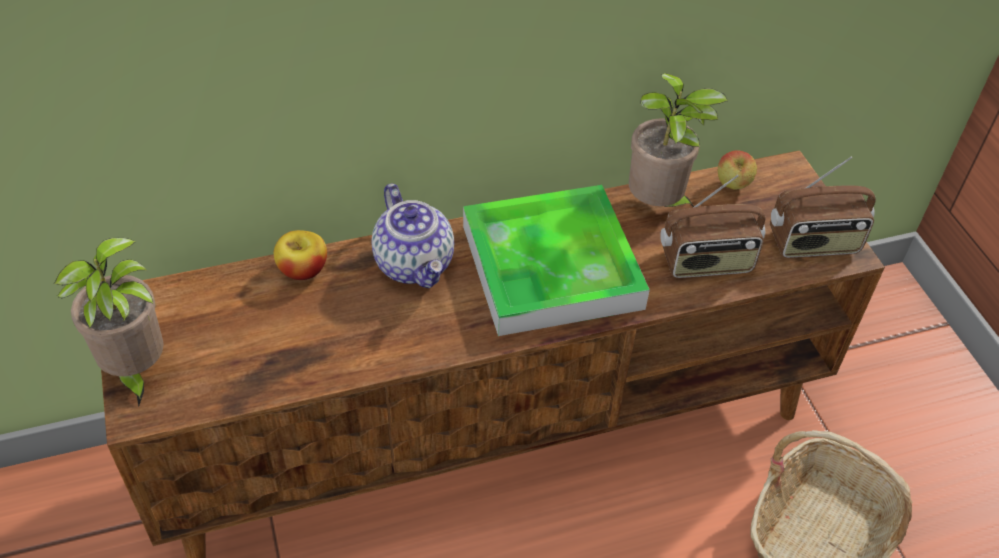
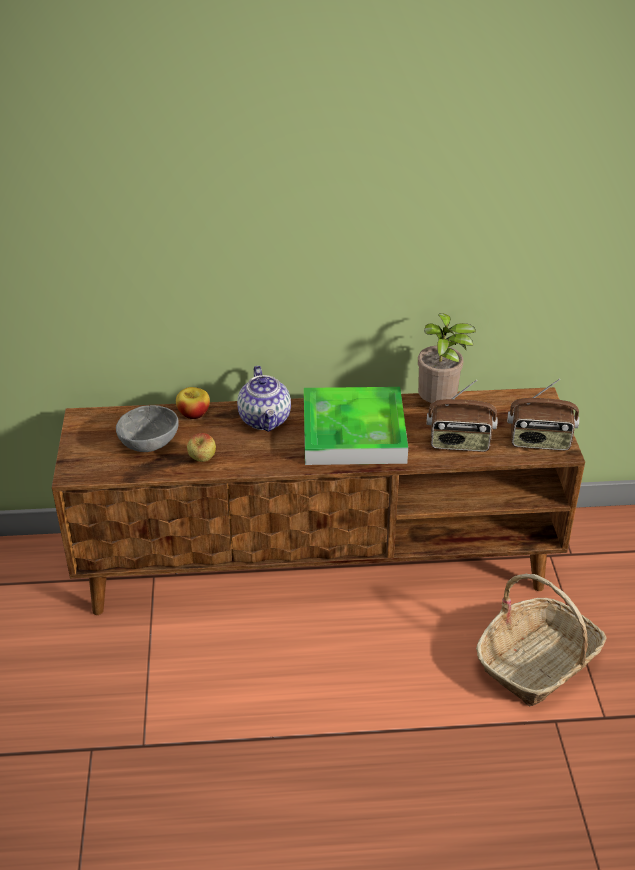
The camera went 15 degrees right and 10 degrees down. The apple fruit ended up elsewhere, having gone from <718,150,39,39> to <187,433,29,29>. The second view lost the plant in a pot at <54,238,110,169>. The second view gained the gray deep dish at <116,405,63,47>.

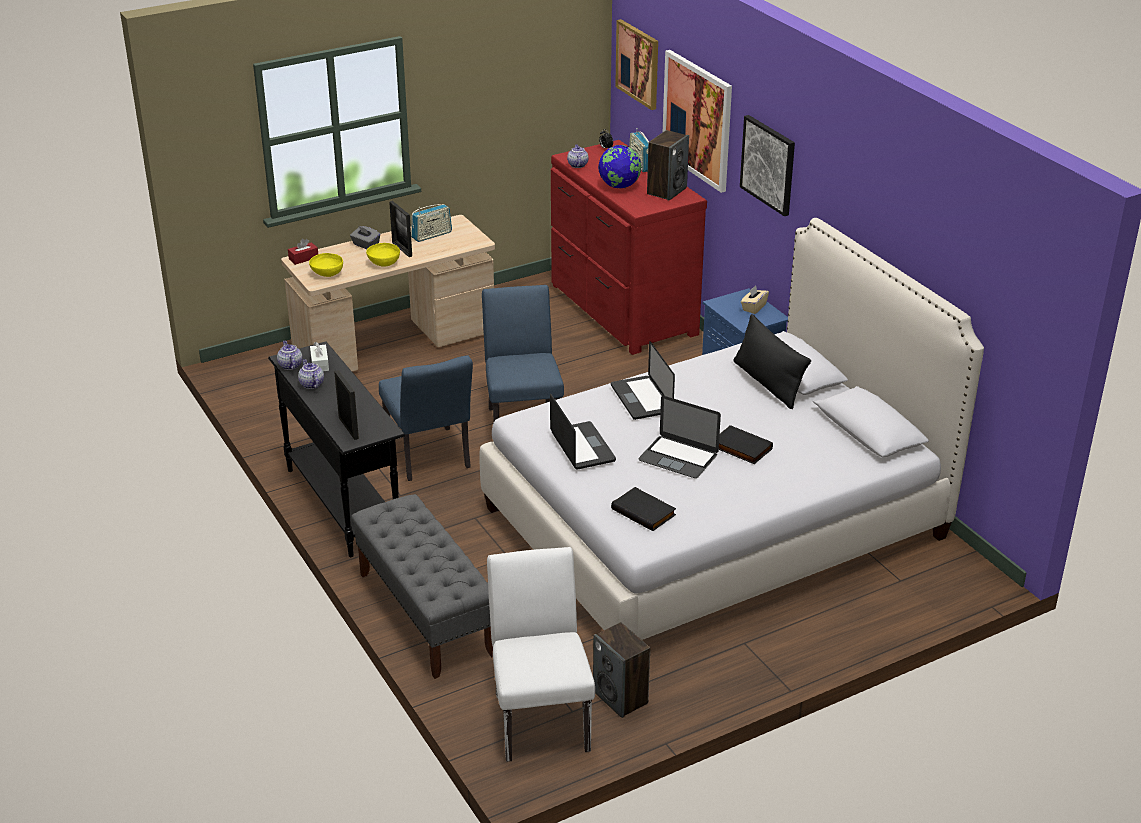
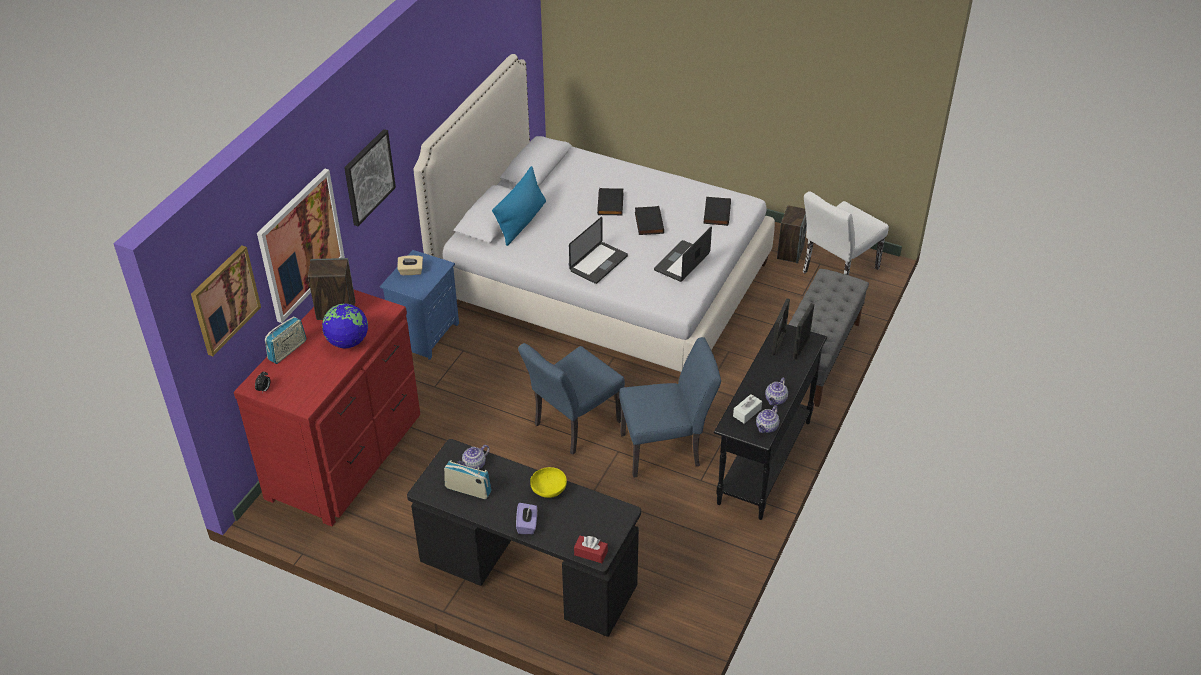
The camera went 125 degrees left and 10 degrees up. The teapot ended up elsewhere, having gone from <567,144,22,24> to <457,445,33,24>. The photo frame ended up elsewhere, having gone from <389,201,23,56> to <772,298,18,58>. What was the sand-coloured desk table at <281,215,214,156> turned into the black-coloured desk table at <407,439,234,198>. What was the gray tissue box at <350,226,30,23> turned into the purplish tissue box at <516,503,21,31>. The second view lost the yellowish deep dish at <309,253,34,24>. What was the black-coloured throw pillow at <733,314,78,95> turned into the blue throw pillow at <492,166,54,80>. The blue upright chair at <379,355,94,126> ended up facing another way, 45 degrees clockwise from before. Where the portable computer stood at <639,396,82,82>, the black-coloured bound book came to stand at <635,206,29,29>.

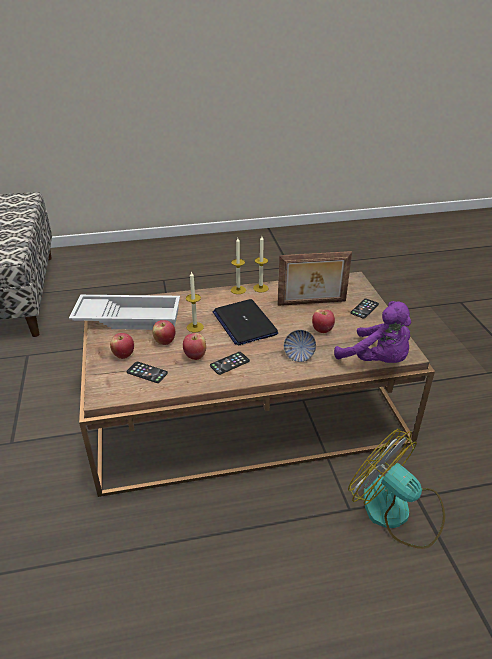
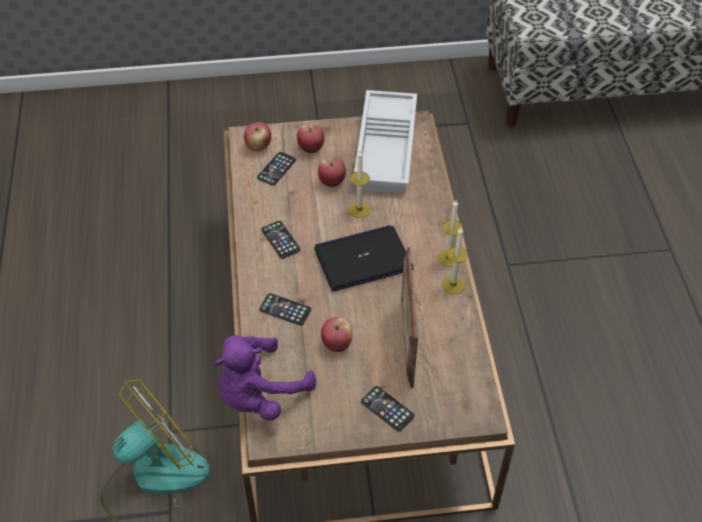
The camera went 95 degrees right and 15 degrees up. Where the deep dish stood at <284,330,32,32>, the telephone came to stand at <259,293,52,33>. The apple fruit ended up elsewhere, having gone from <183,333,23,27> to <244,122,27,30>.

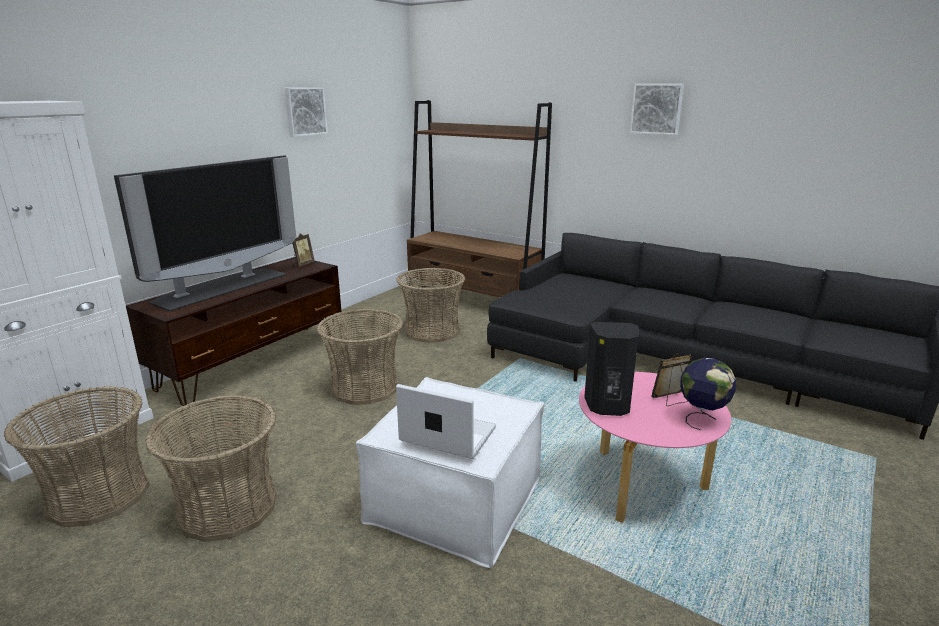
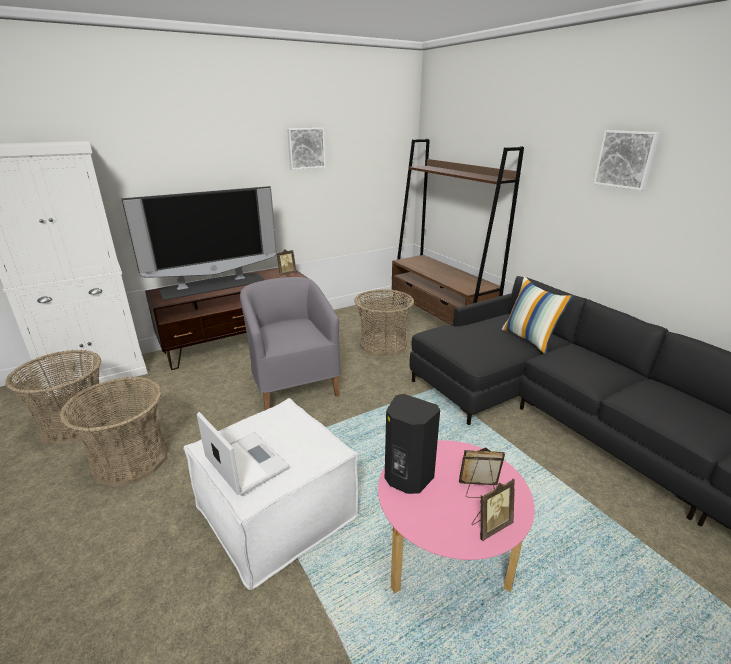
The camera went 25 degrees right and 5 degrees up. Where the basket stood at <317,309,86,96>, the gray lounge chair came to stand at <240,277,101,133>. Where the world globe stood at <680,358,56,72>, the photo frame came to stand at <472,478,43,63>. The second view gained the throw pillow at <502,277,71,77>.

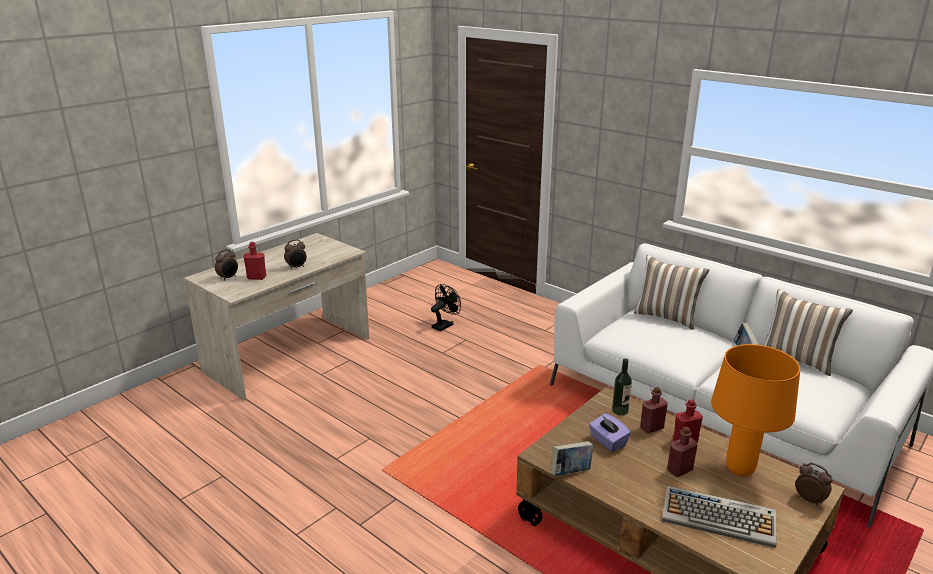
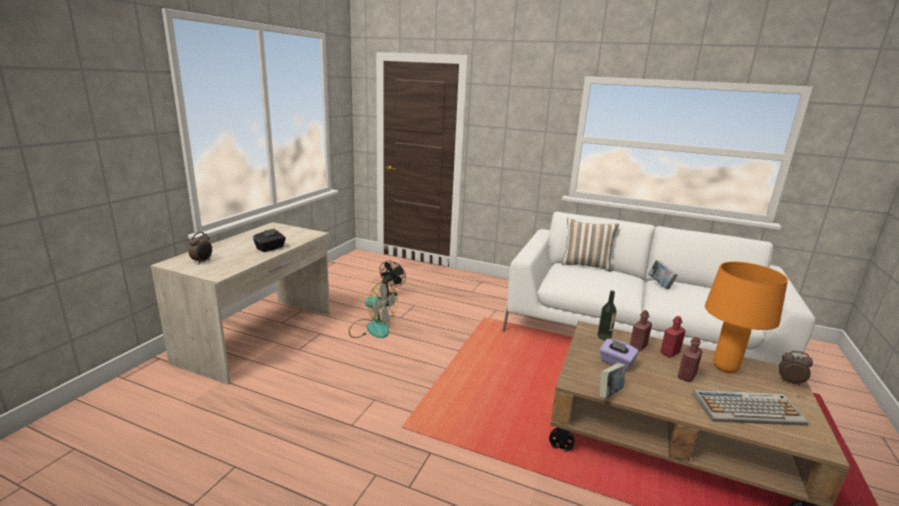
The camera went 20 degrees left and 5 degrees down. Where the bedside clock stood at <284,240,23,30>, the black-coloured tissue box came to stand at <253,228,33,24>. The second view lost the red beverage bottle at <243,242,23,38>. The second view lost the throw pillow at <763,289,90,87>. The second view gained the cooling fan at <349,281,49,57>.

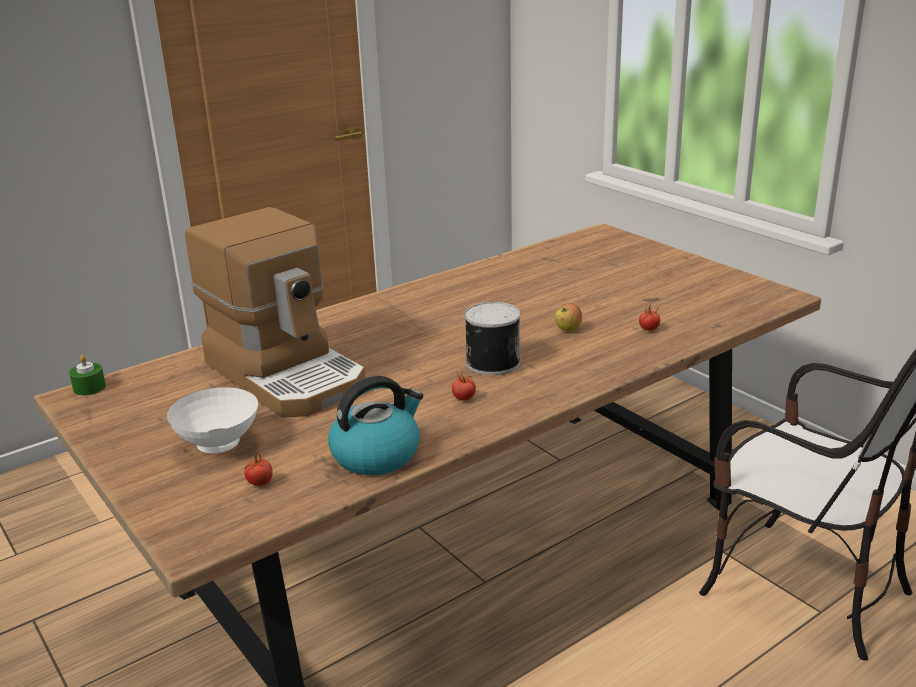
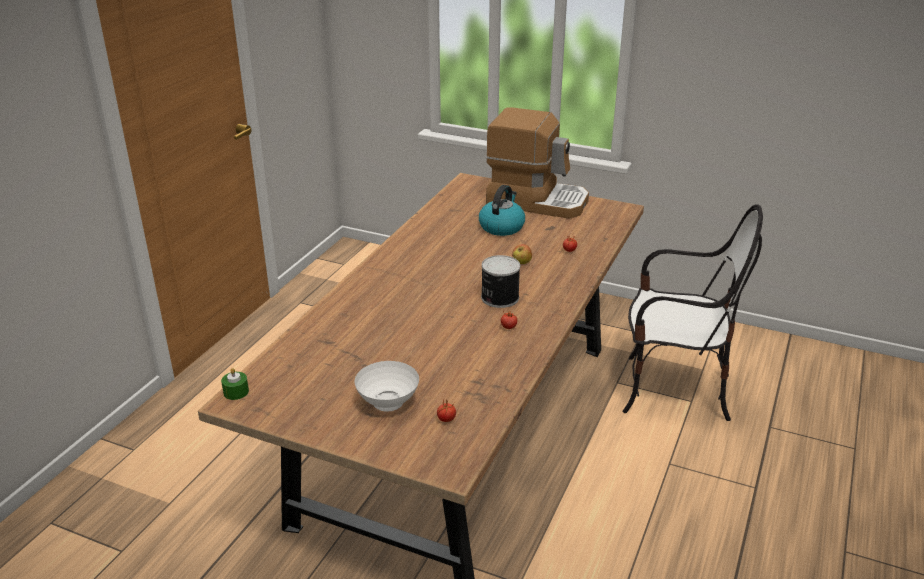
The camera went 30 degrees left and 5 degrees up. The coffee brewer ended up elsewhere, having gone from <185,207,180,211> to <486,107,103,112>. The water kettle ended up elsewhere, having gone from <328,376,95,99> to <479,185,46,51>.

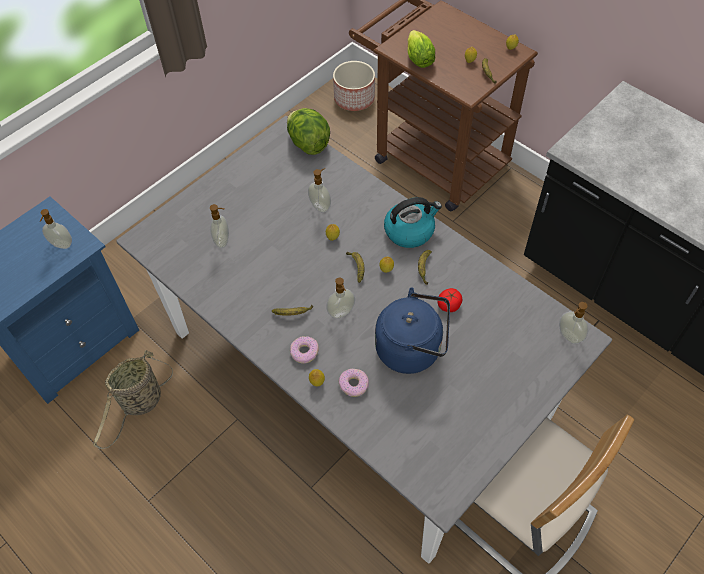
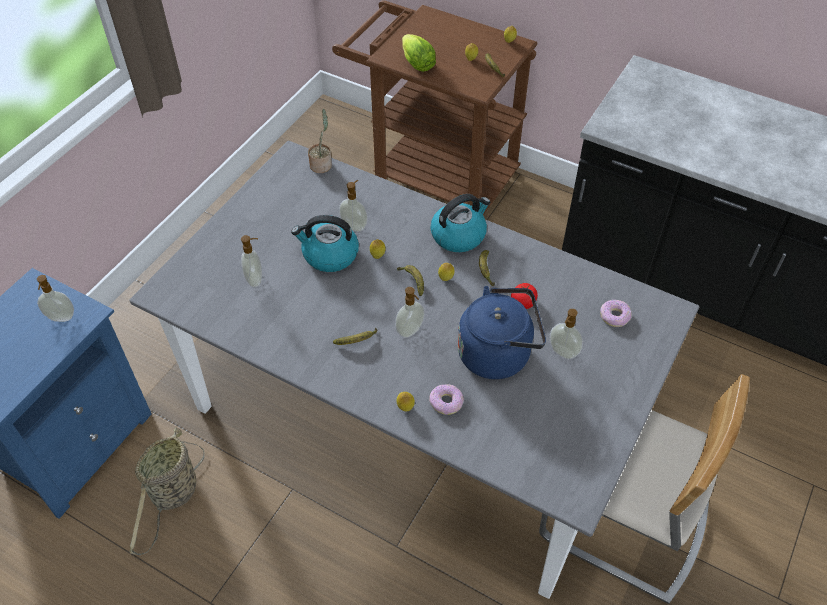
The camera went 15 degrees left and 5 degrees down. The second view lost the plant pot at <333,61,42,50>. Where the head of lettuce stood at <287,108,43,47>, the plant in a pot came to stand at <308,109,24,64>. The soap dispenser ended up elsewhere, having gone from <559,302,29,42> to <550,309,33,50>. The ring doughnut ended up elsewhere, having gone from <290,336,29,28> to <601,300,31,27>. The second view gained the water kettle at <291,215,68,57>.

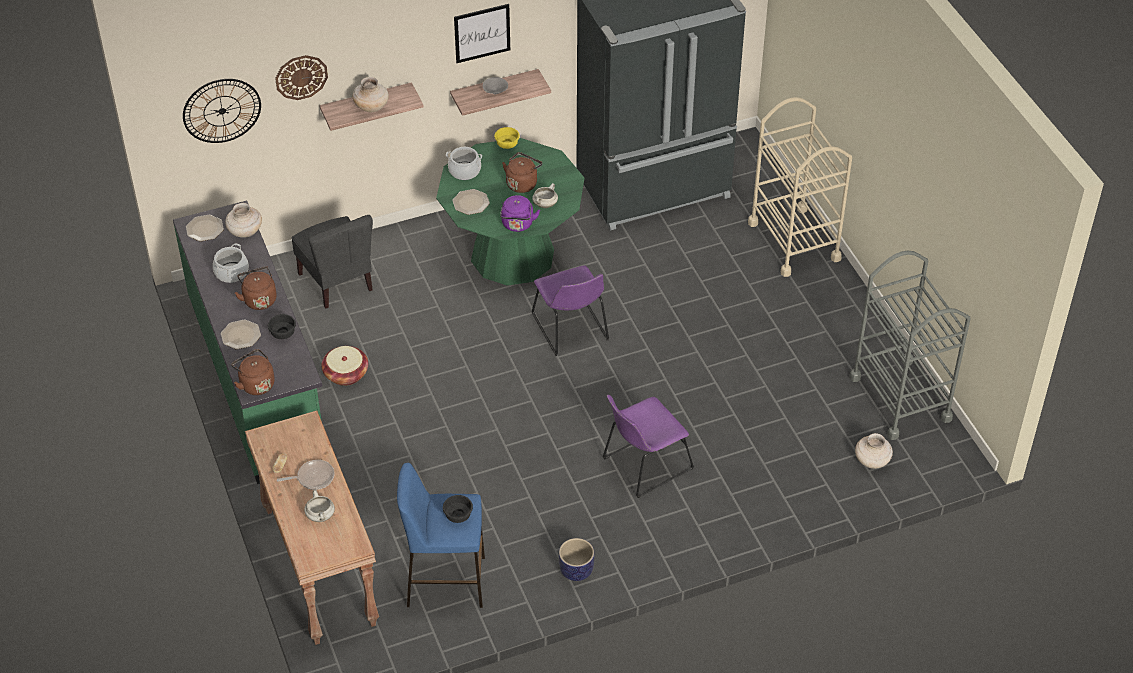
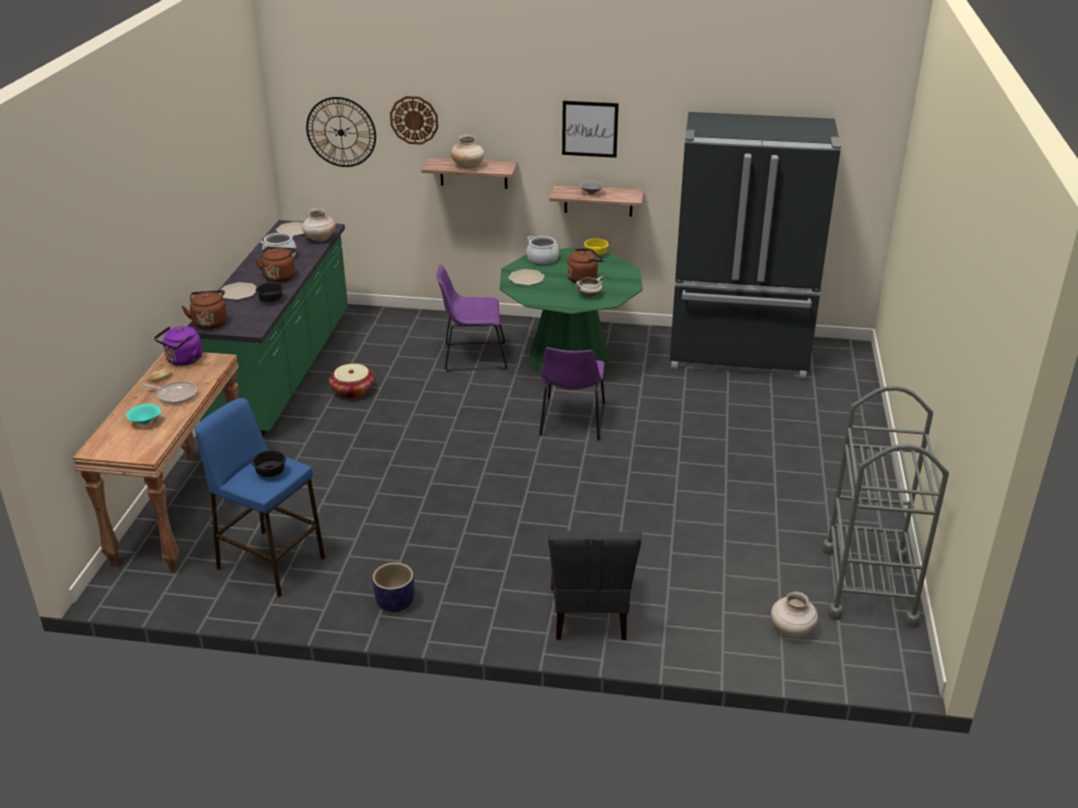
The camera went 30 degrees right and 15 degrees down. The second view lost the sand-coloured trolley at <748,97,104,180>. The purplish water kettle ended up elsewhere, having gone from <500,195,40,37> to <154,326,48,40>. The gray upright chair ended up elsewhere, having gone from <292,215,81,94> to <548,531,94,109>. The purplish upright chair ended up elsewhere, having gone from <603,395,91,103> to <437,265,70,106>. Where the whitish saucepot stood at <304,490,31,32>, the turquoise deep dish came to stand at <126,404,35,21>.

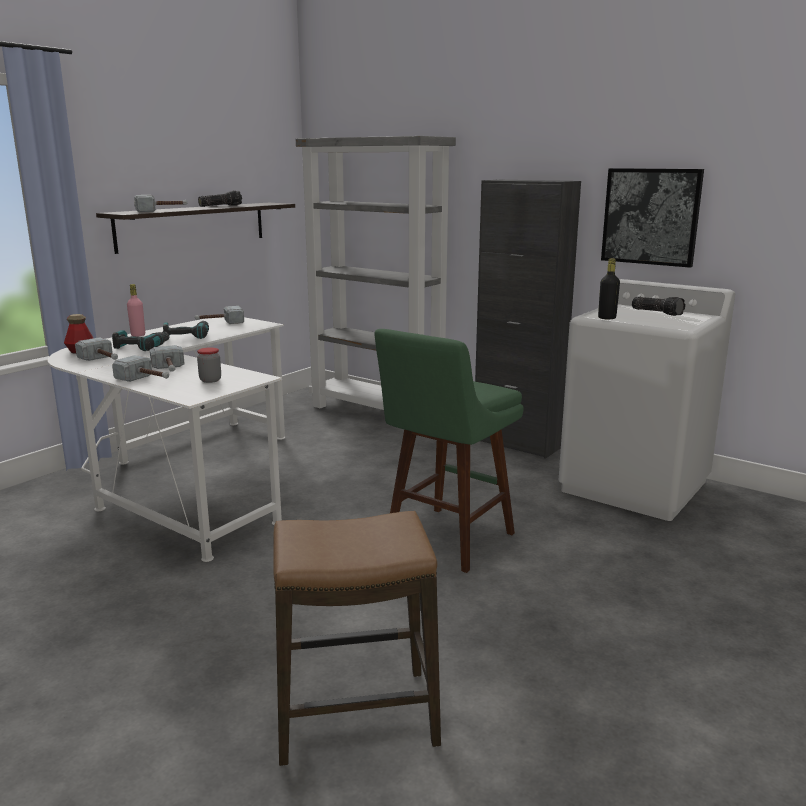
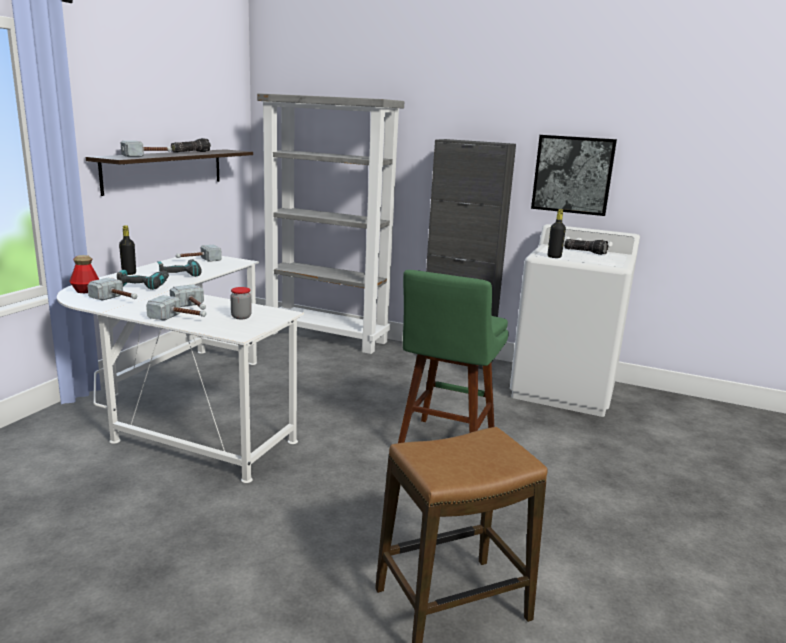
The camera went 15 degrees left and 0 degrees up. What was the pinkish beverage bottle at <127,284,18,53> turned into the black-coloured beverage bottle at <119,225,17,50>.

